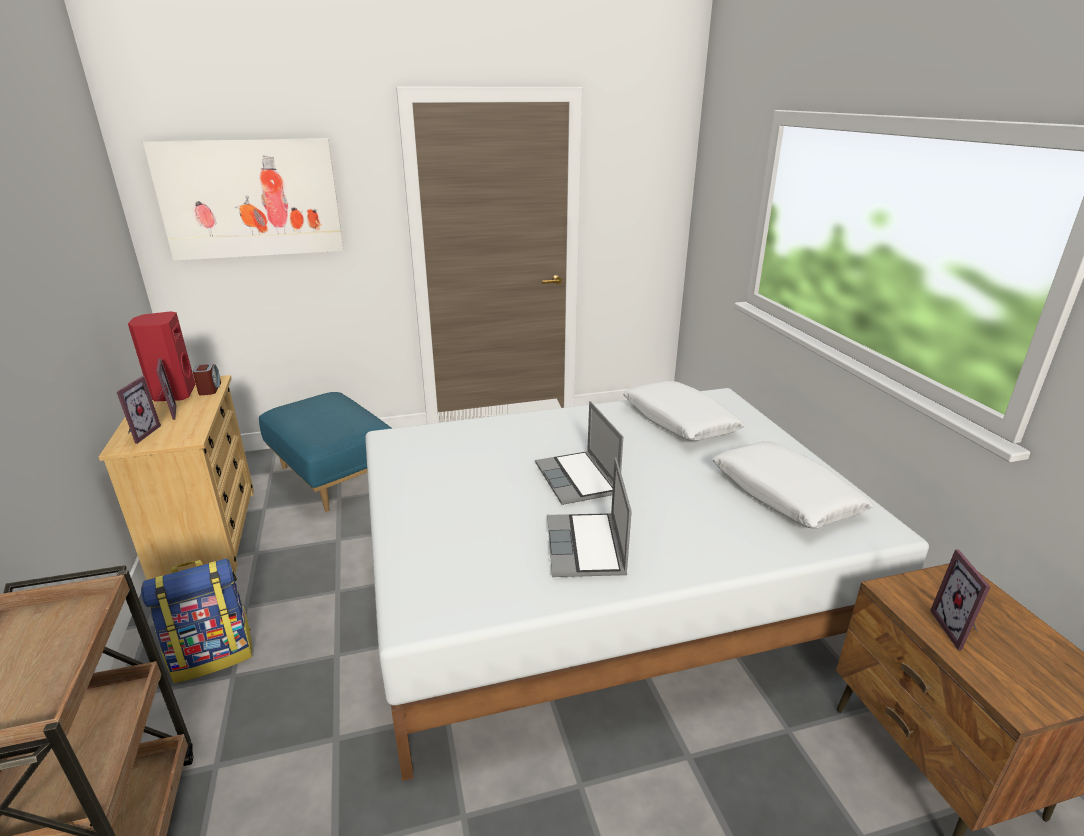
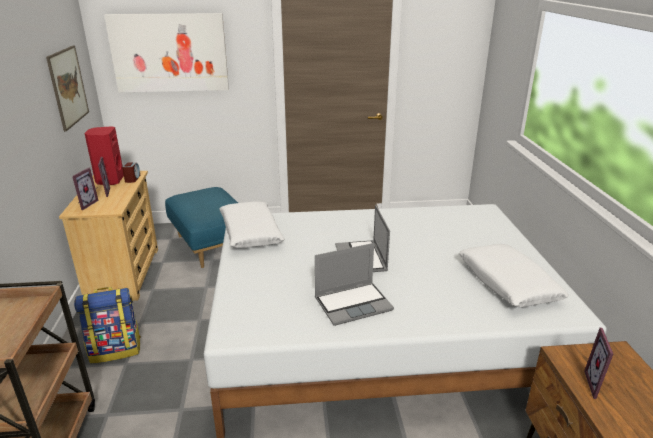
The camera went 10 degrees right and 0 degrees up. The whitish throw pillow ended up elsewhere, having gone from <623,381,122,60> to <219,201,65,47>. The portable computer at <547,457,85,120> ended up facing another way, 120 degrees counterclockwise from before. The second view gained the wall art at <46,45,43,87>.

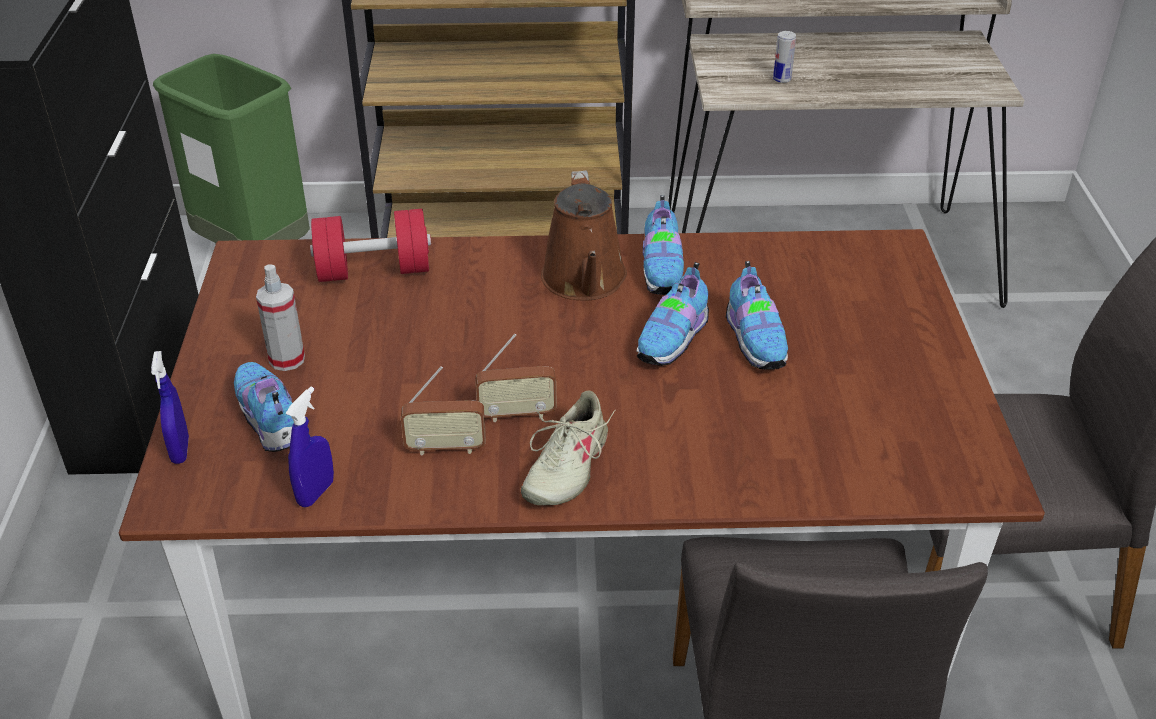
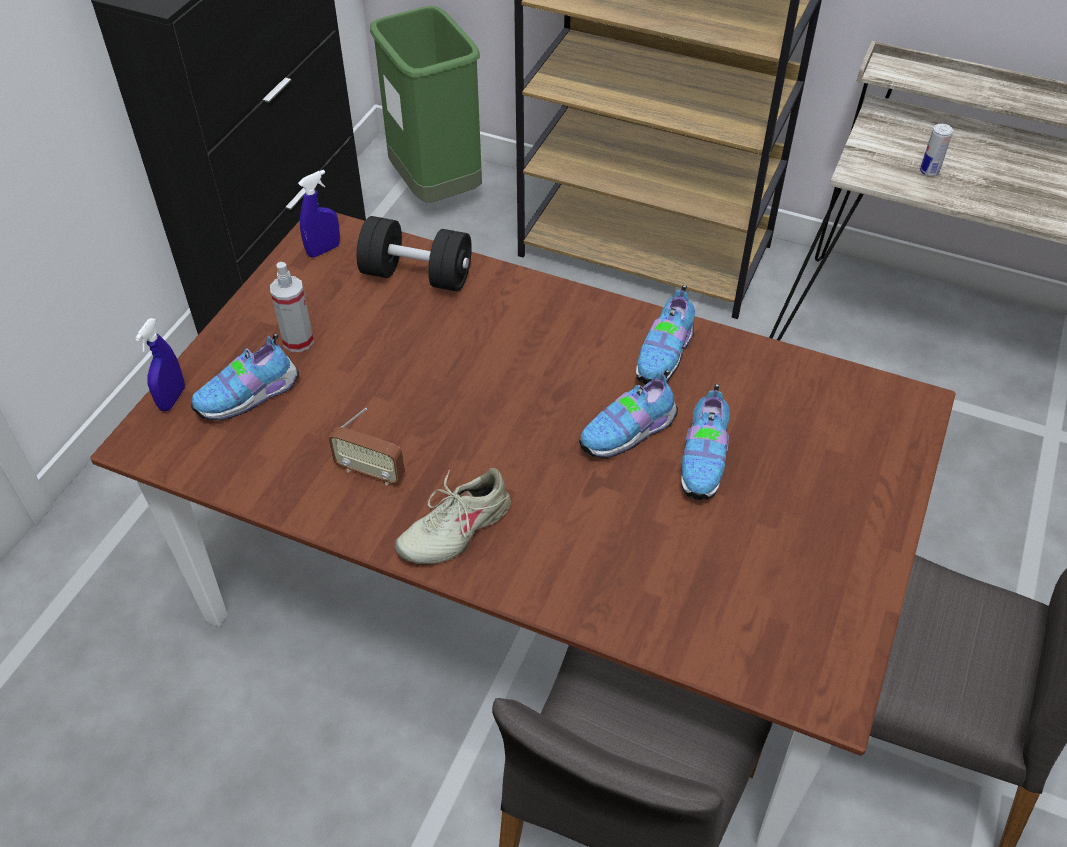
The camera went 25 degrees right and 10 degrees up. The second view lost the brownish watering pot at <541,170,86,130>. What was the red hand weight at <310,209,121,73> turned into the black-coloured hand weight at <356,216,116,76>. The second view lost the radio at <475,334,82,88>. The low shoe at <234,362,60,90> ended up facing another way, 120 degrees counterclockwise from before. The blue spray bottle ended up elsewhere, having gone from <286,387,48,121> to <298,170,42,87>.

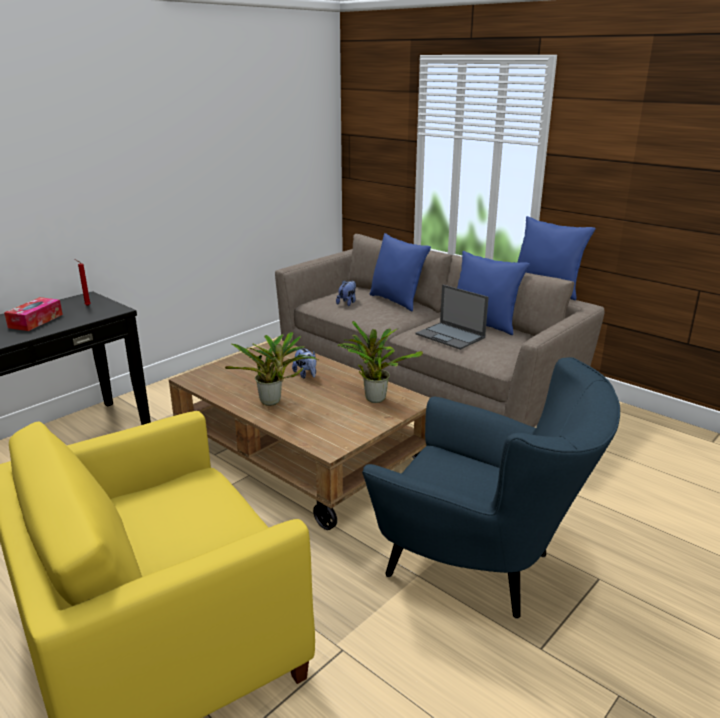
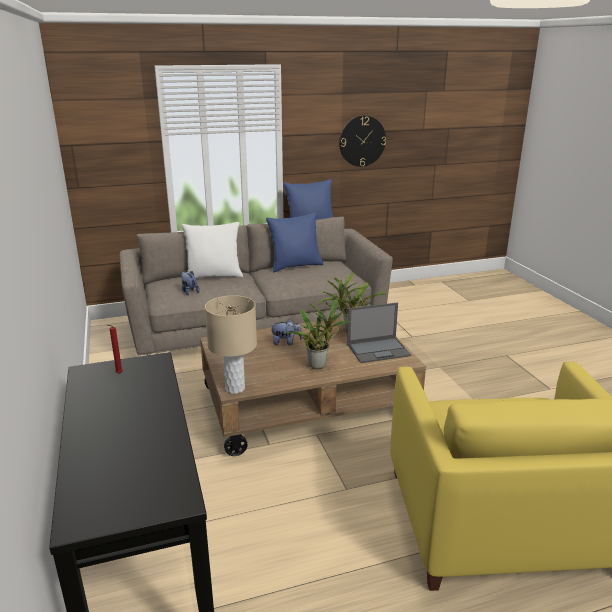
The camera went 60 degrees left and 0 degrees up. What was the blue throw pillow at <370,233,61,78> turned into the whitish throw pillow at <182,222,61,56>. The portable computer ended up elsewhere, having gone from <416,285,73,65> to <347,302,64,61>. The second view lost the tissue box at <4,297,59,34>. The second view lost the blue lounge chair at <362,357,258,262>. The second view gained the wall clock at <339,116,47,51>. The second view gained the sand-coloured table lamp at <205,295,52,99>.

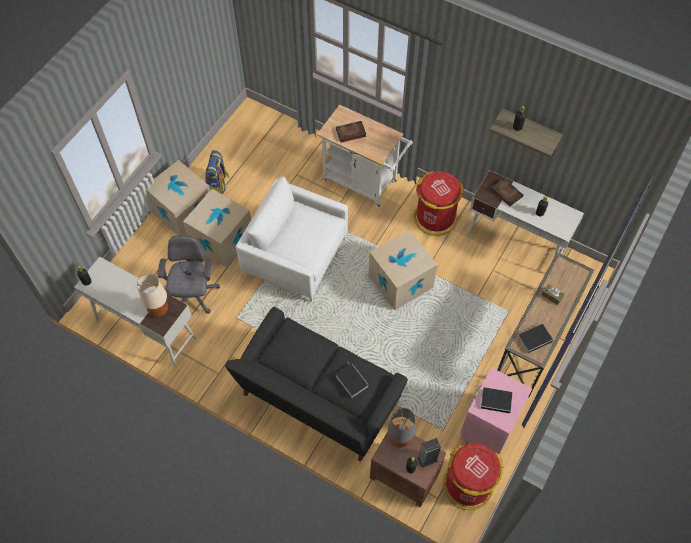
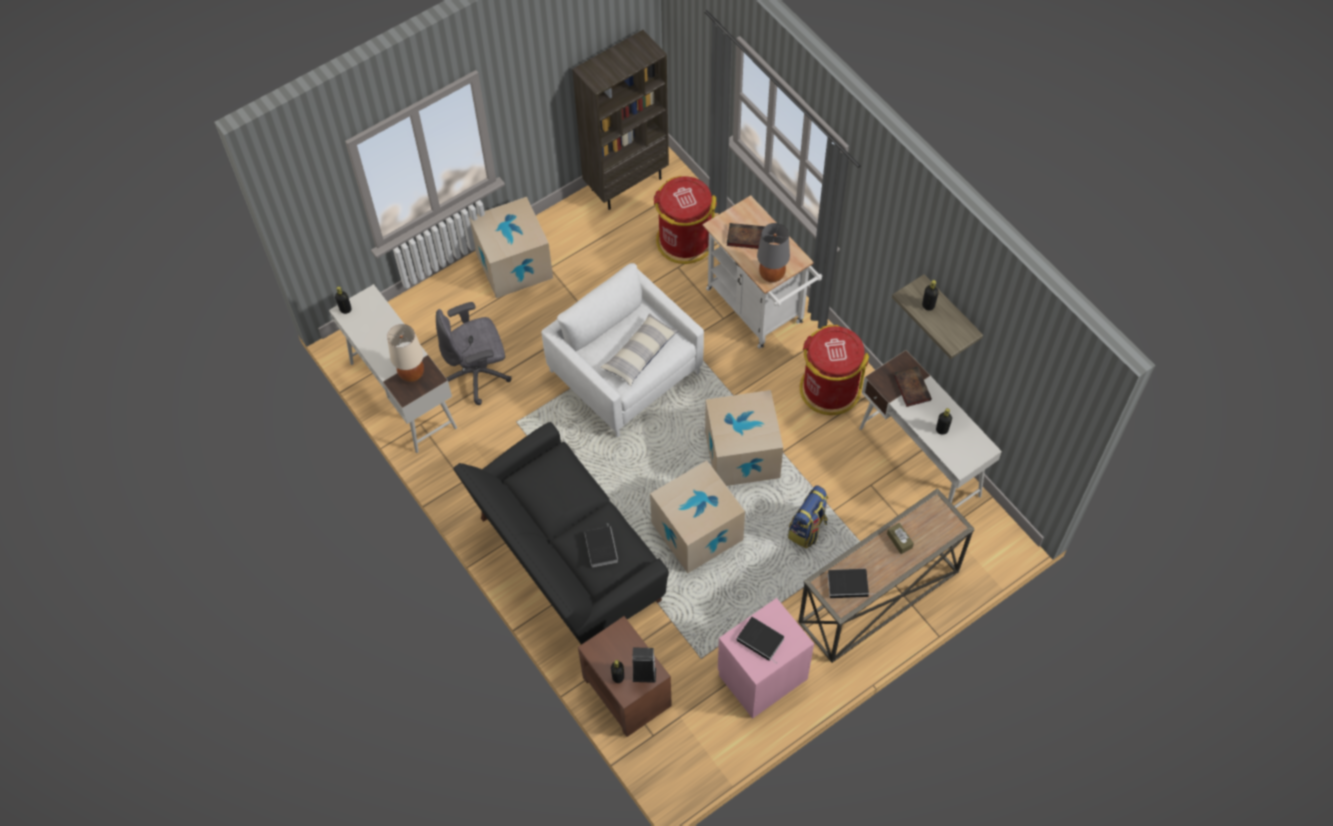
The camera went 25 degrees right and 0 degrees up. The rucksack ended up elsewhere, having gone from <205,150,24,44> to <788,485,41,64>. The carton ended up elsewhere, having gone from <183,189,68,79> to <650,460,95,113>. The gray desk chair at <158,235,62,79> ended up facing another way, 135 degrees counterclockwise from before. The gray table lamp ended up elsewhere, having gone from <388,408,27,40> to <757,223,33,60>. The red rubbish bin ended up elsewhere, having gone from <443,443,61,67> to <654,176,63,88>. The second view gained the brownish shelving unit at <572,30,97,180>. The second view gained the throw pillow at <601,313,77,73>.

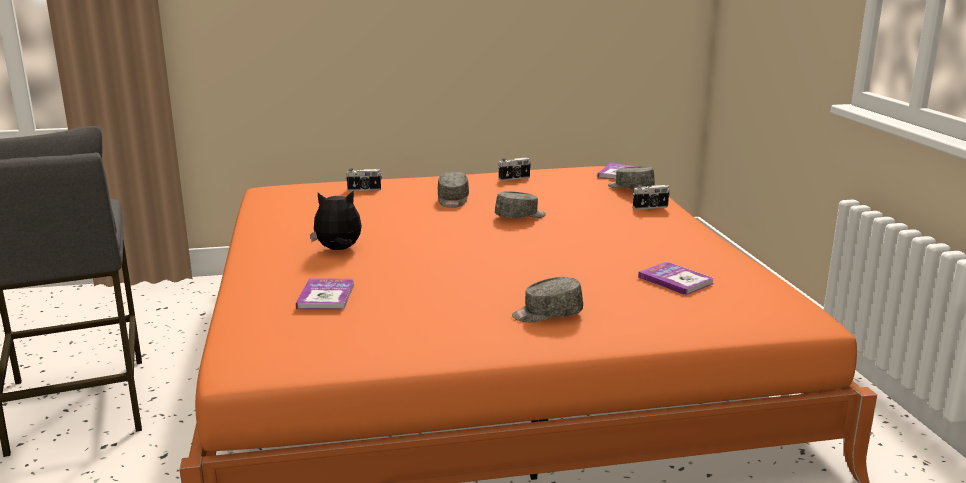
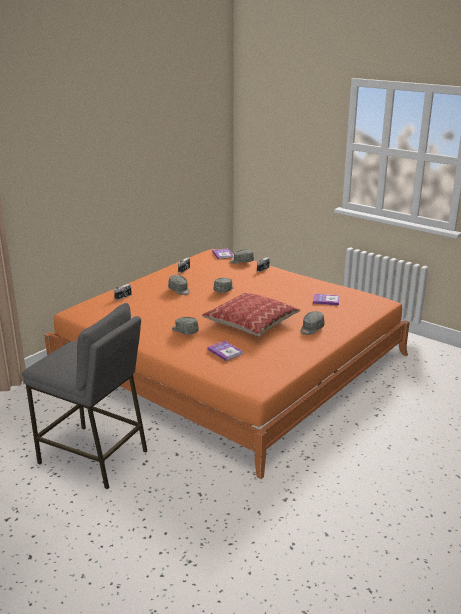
The camera went 40 degrees left and 5 degrees up. Where the plush toy stood at <310,191,52,59>, the gray cap came to stand at <172,317,27,18>. The second view gained the throw pillow at <201,293,99,44>.

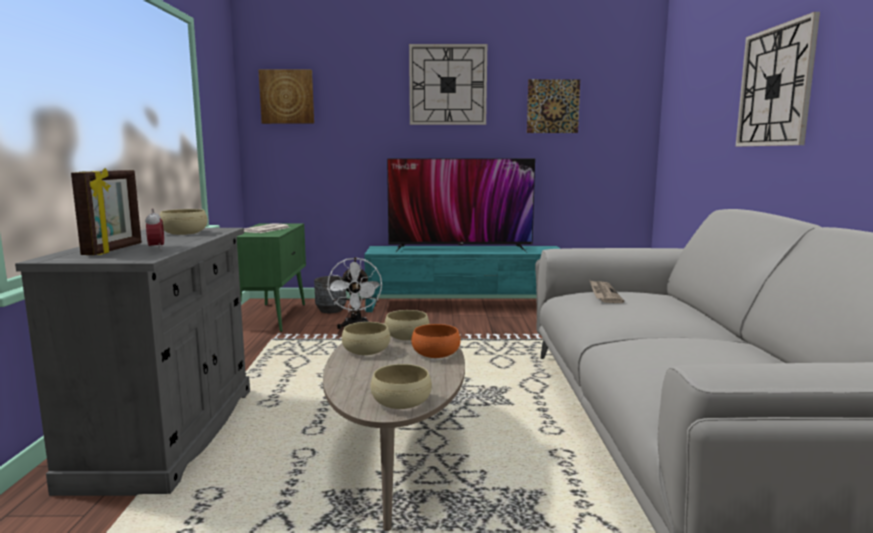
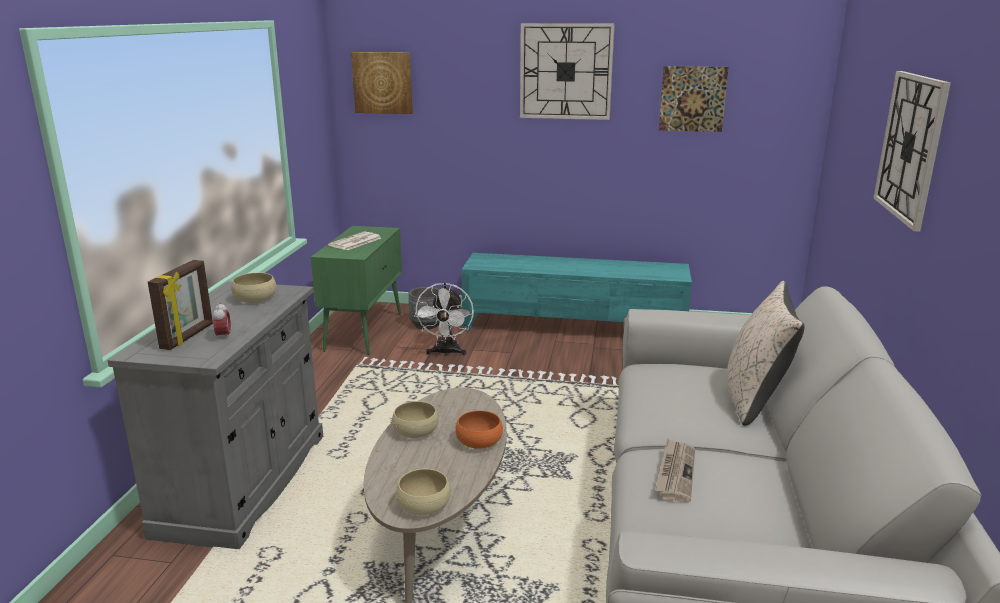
The camera went 10 degrees right and 10 degrees up. The second view lost the television at <387,159,148,94>. The printed paper ended up elsewhere, having gone from <590,280,34,23> to <655,438,40,64>. The second view lost the sand-coloured deep dish at <384,310,45,30>. The second view gained the sand-coloured throw pillow at <727,281,77,145>.

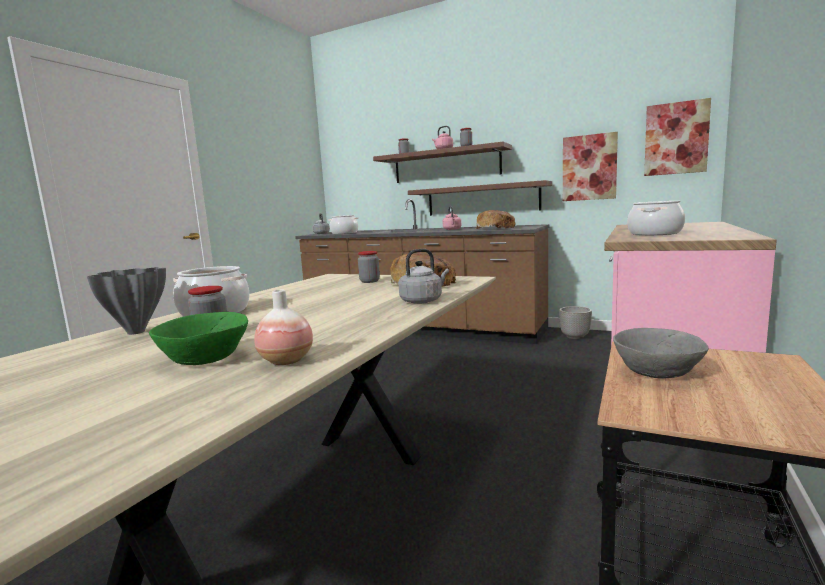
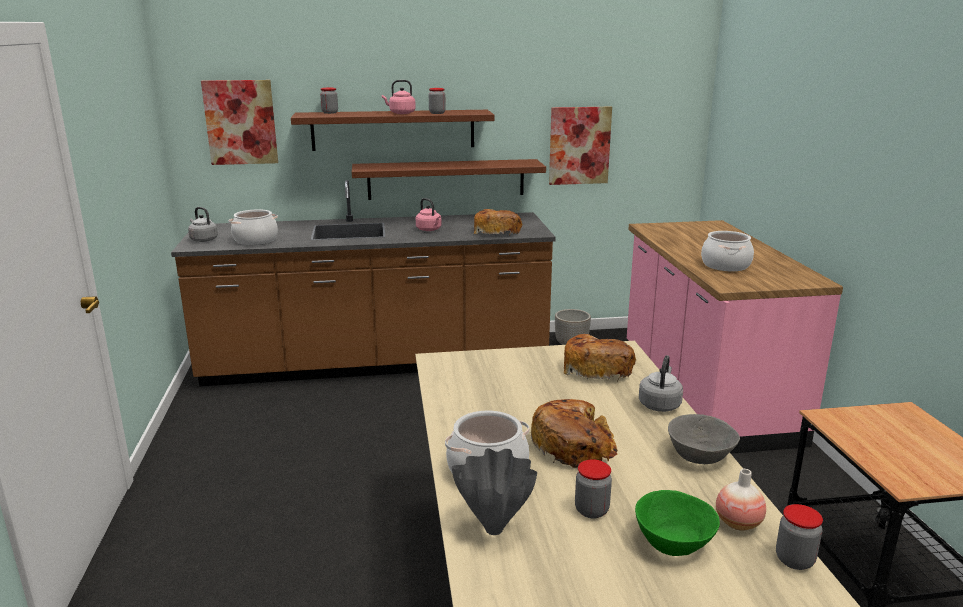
The camera went 35 degrees left and 10 degrees up. The wall art ended up elsewhere, having gone from <644,98,67,78> to <201,80,77,85>. The jar ended up elsewhere, having gone from <358,251,22,32> to <776,504,47,66>. The gray deep dish ended up elsewhere, having gone from <613,328,96,50> to <668,414,72,50>. The second view gained the bakery bread at <531,399,87,69>.

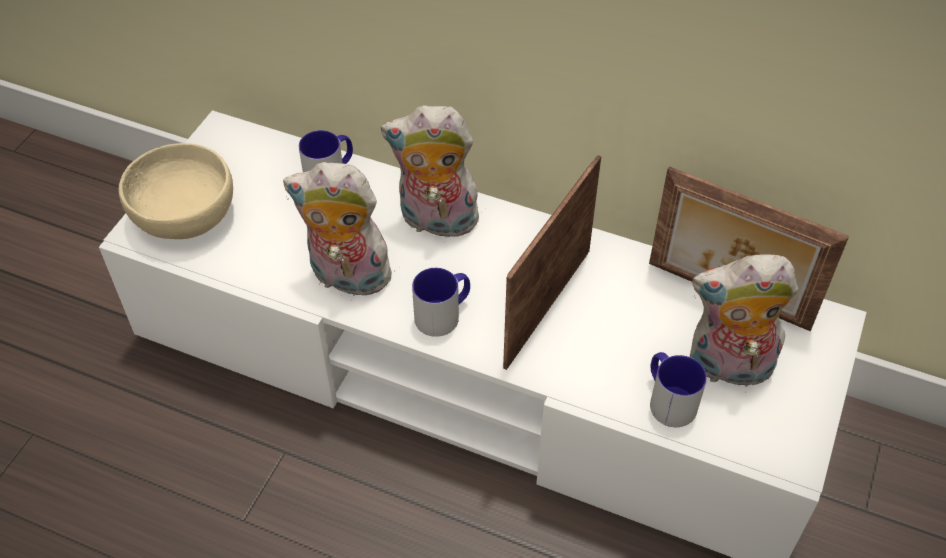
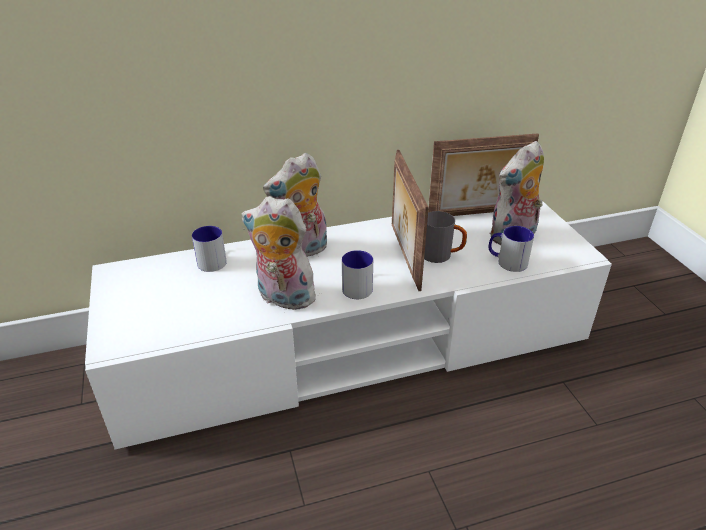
The camera went 40 degrees left and 15 degrees down. The second view lost the sand-coloured deep dish at <118,143,115,96>. The plush toy at <283,162,117,139> ended up facing another way, 45 degrees clockwise from before. The second view gained the gray coffee mug at <424,211,43,52>.

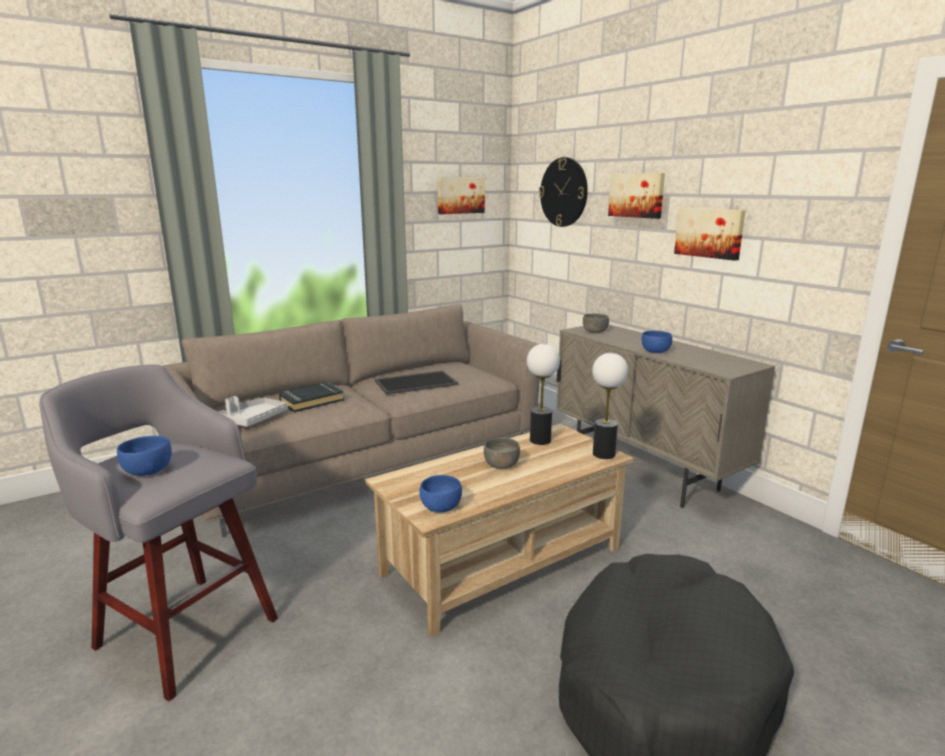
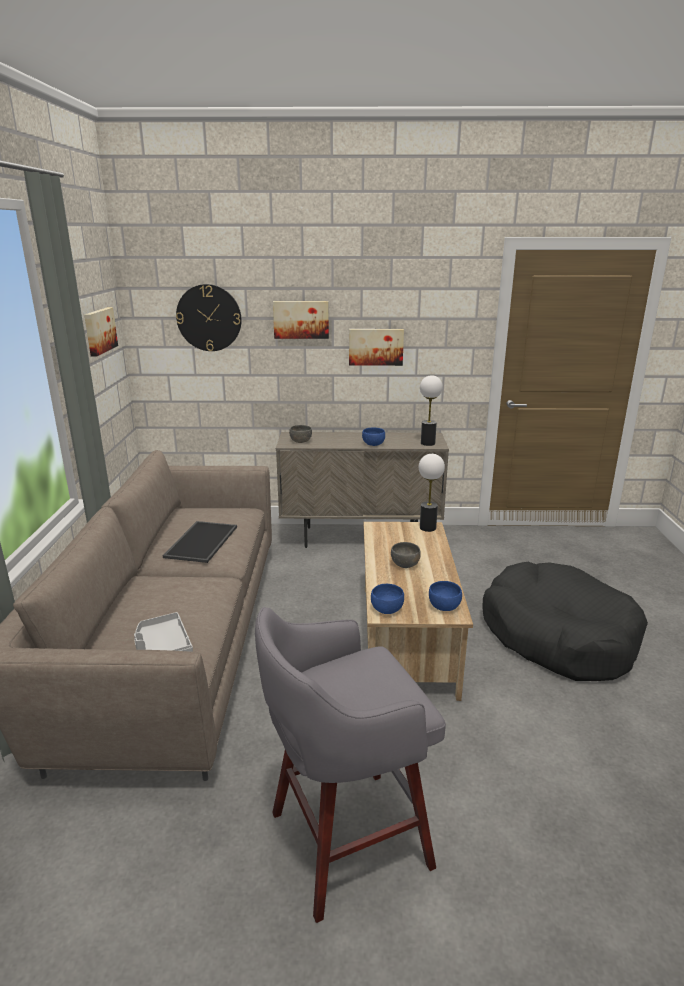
The camera went 55 degrees left and 5 degrees up. The table lamp ended up elsewhere, having gone from <527,344,33,101> to <420,375,23,71>. The second view lost the black-coloured bound book at <279,383,65,30>. The blue deep dish ended up elsewhere, having gone from <117,436,55,40> to <371,584,33,30>.

